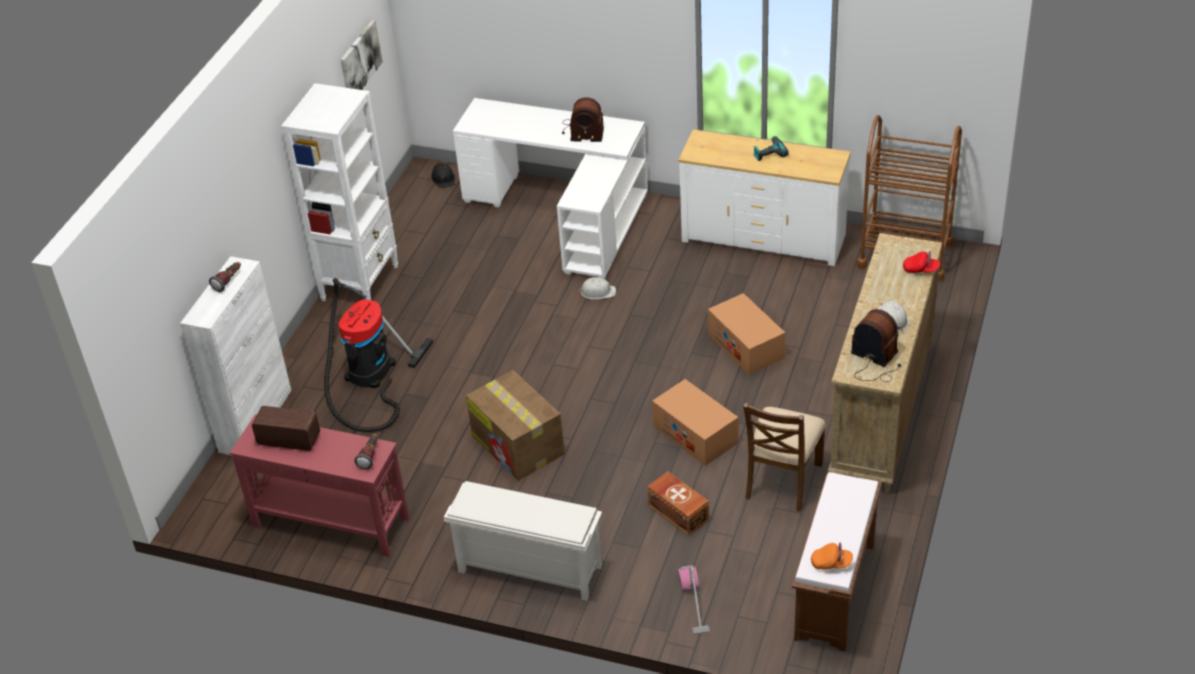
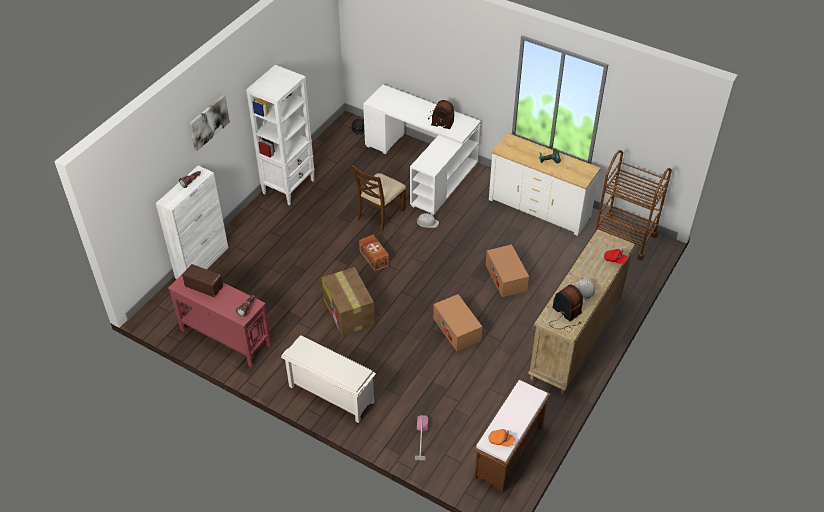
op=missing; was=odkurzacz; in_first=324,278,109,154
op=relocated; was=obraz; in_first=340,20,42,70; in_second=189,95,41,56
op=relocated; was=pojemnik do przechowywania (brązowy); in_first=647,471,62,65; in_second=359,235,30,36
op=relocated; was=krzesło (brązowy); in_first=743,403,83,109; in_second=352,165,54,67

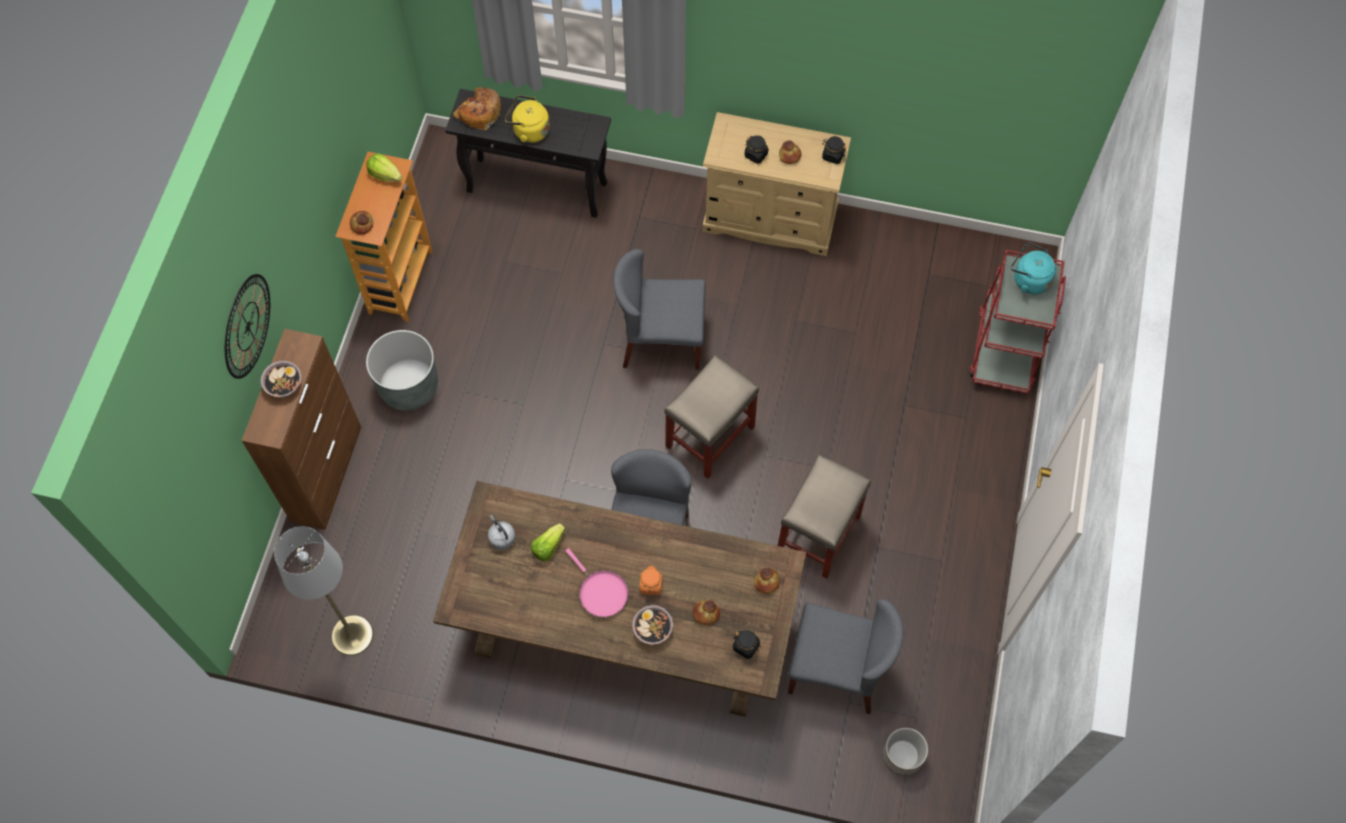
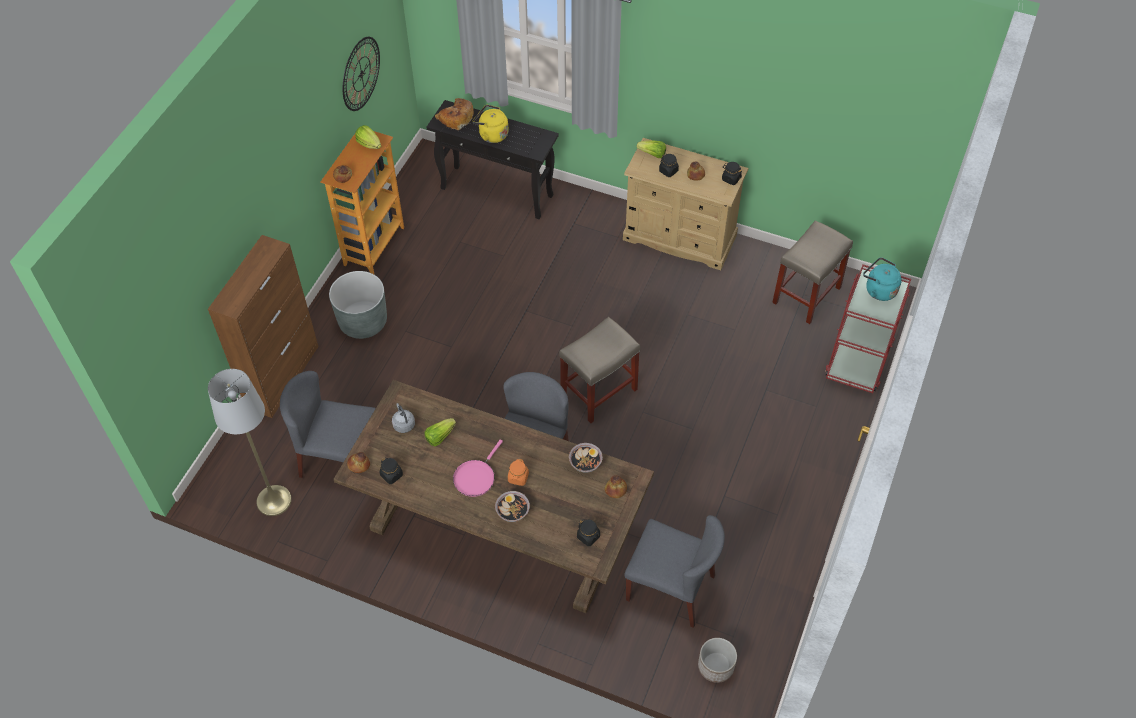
op=relocated; was=zegar ścienny; in_first=225,274,45,105; in_second=343,37,37,74
op=relocated; was=miska; in_first=261,361,40,36; in_second=569,443,34,30
op=spun; was=patelnia (różowy); in_first=566,548,63,69; in_second=453,440,50,57; clockwise=60
op=relocated; was=krzesło (szary); in_first=613,249,93,121; in_second=280,371,96,107
op=relocated; was=chleb; in_first=693,600,27,25; in_second=347,452,23,21
op=relocated; was=stołek (beżowy); in_first=777,455,94,124; in_second=772,220,81,104
op=appeared; now=słoik (czarny); in_second=380,457,23,27
op=appeared; now=sałata; in_second=636,140,30,18

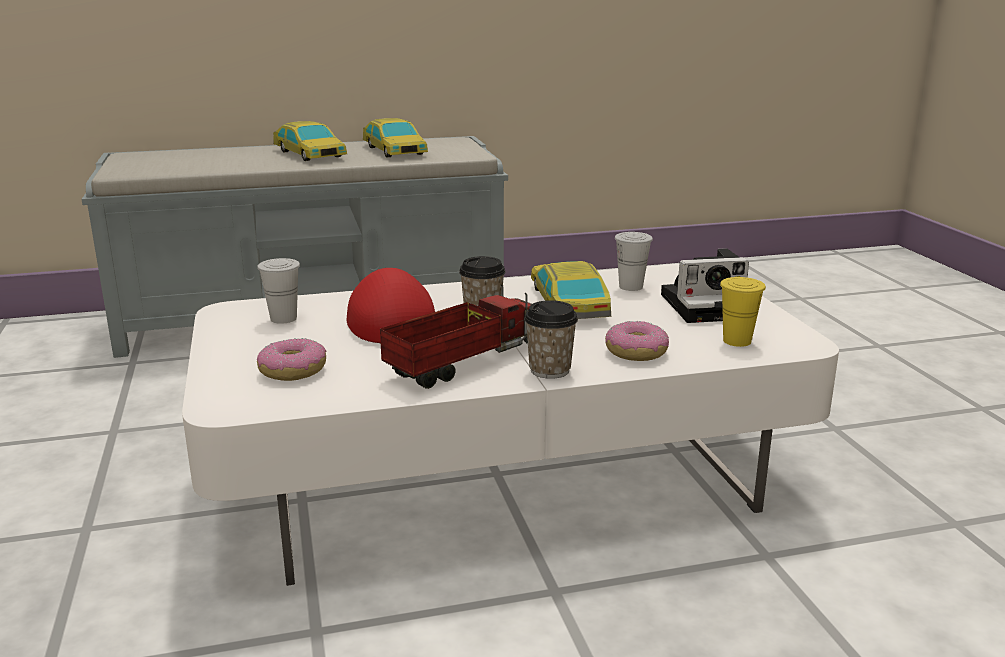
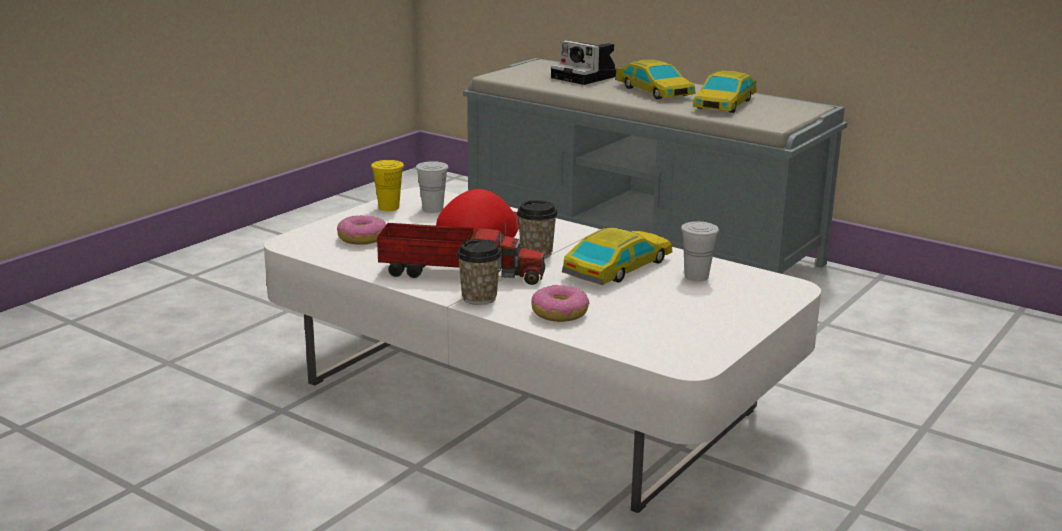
op=spun; was=samochodzik; in_first=273,121,74,40; in_second=615,60,81,39; clockwise=-45
op=relocated; was=aparat fotograficzny; in_first=661,248,88,75; in_second=551,40,65,45
op=relocated; was=filiżanka (żółty); in_first=720,277,46,70; in_second=371,160,33,51

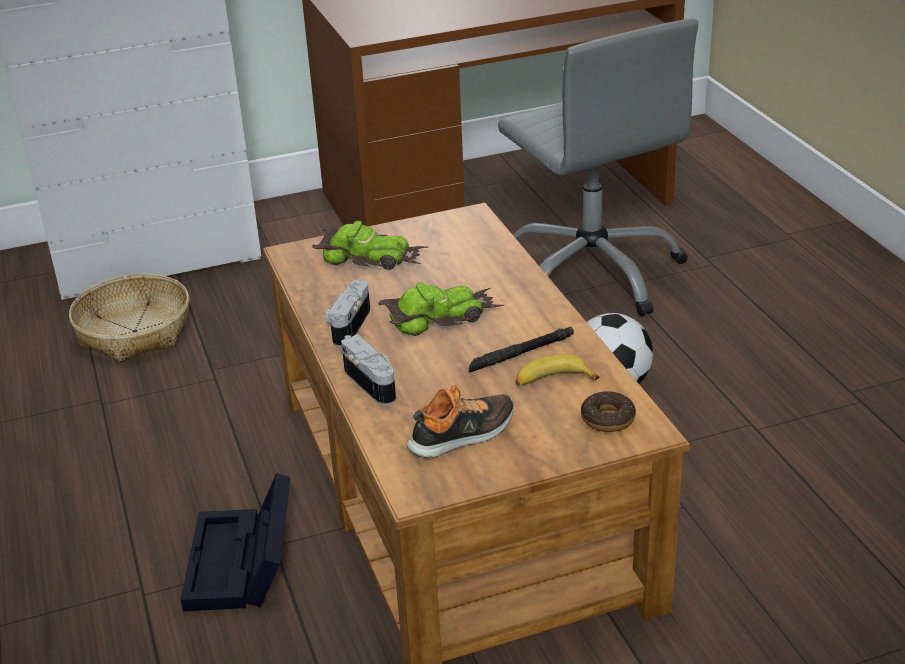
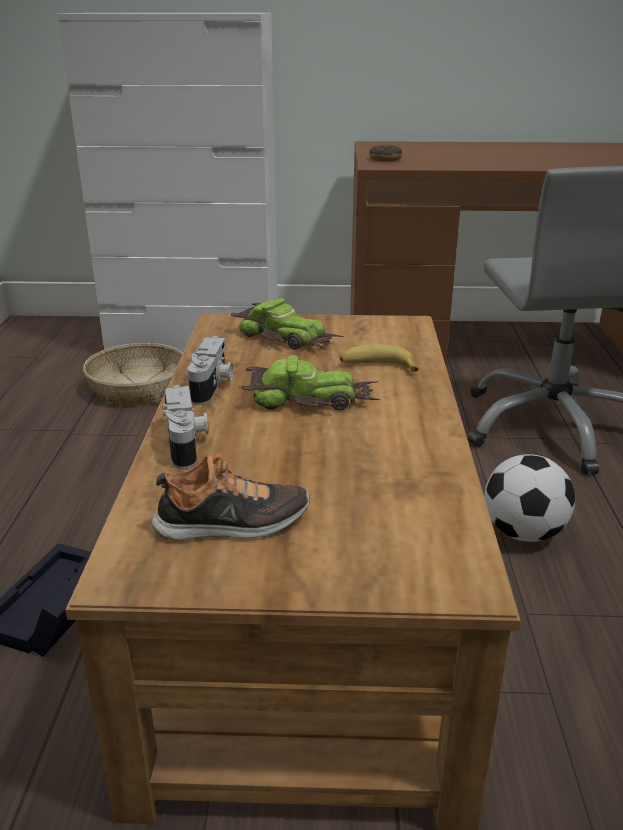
op=spun; was=aparat fotograficzny; in_first=326,279,44,68; in_second=188,336,45,69; clockwise=150
op=missing; was=latarka (czarny); in_first=469,327,105,46
op=relocated; was=banan; in_first=515,354,84,32; in_second=340,344,79,28
op=relocated; was=donut; in_first=581,391,55,41; in_second=369,145,33,16

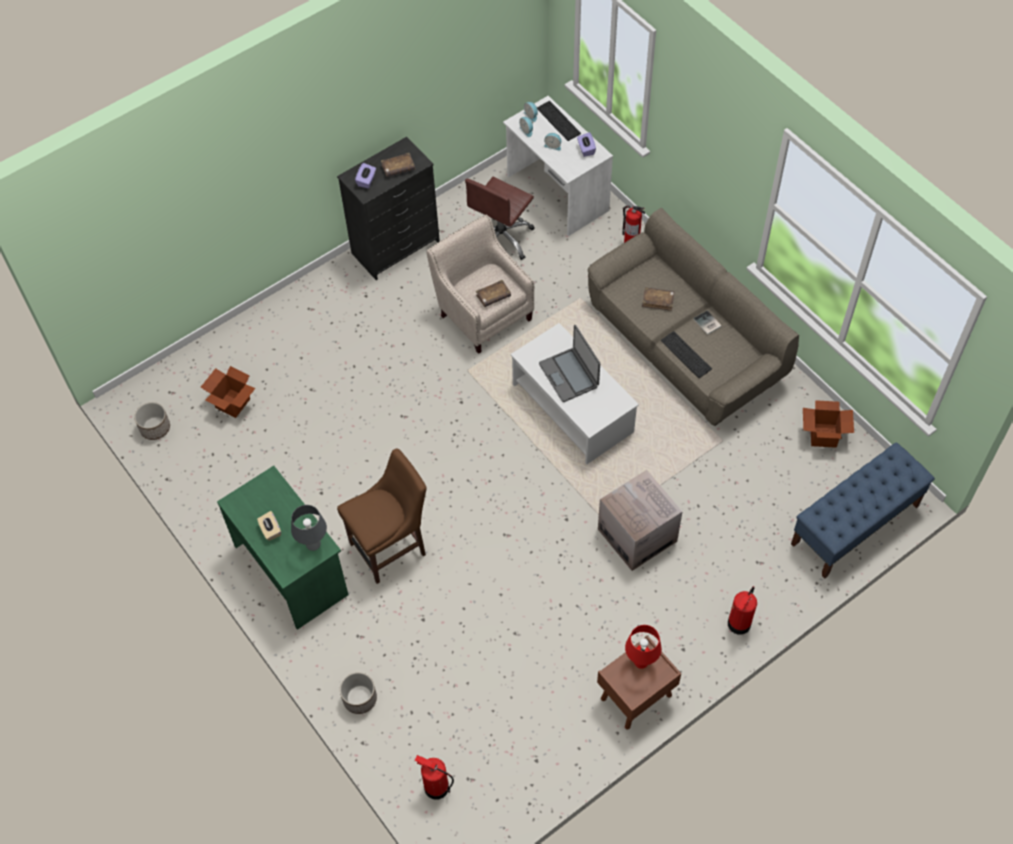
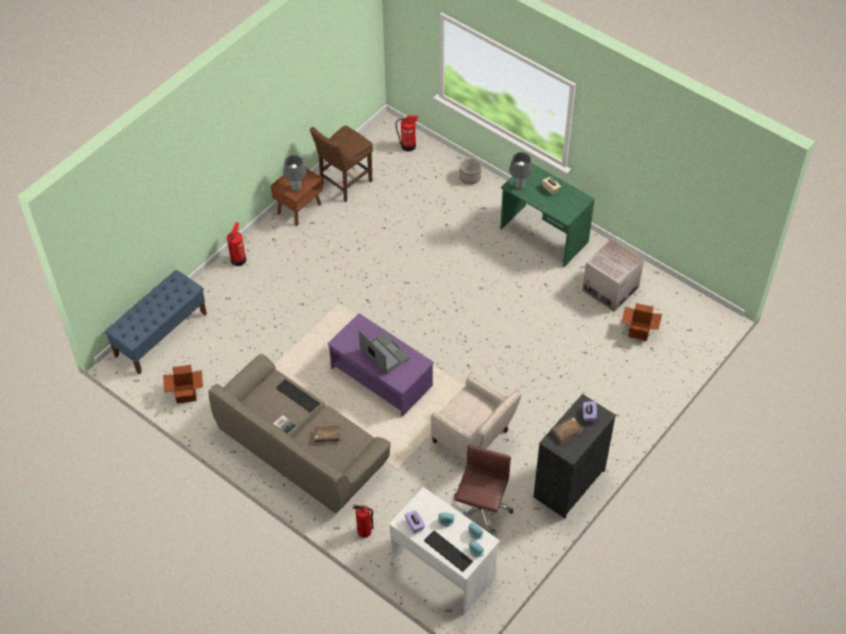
op=missing; was=donica; in_first=134,402,36,38
op=relocated; was=krzesło (brązowy); in_first=337,449,89,135; in_second=310,125,63,77
op=missing; was=książka (brązowy); in_first=476,280,35,27
op=colour; was=ława (biały); now=ława (fioletowy); in_first=511,323,128,141; in_second=327,313,107,104
op=relocated; was=karton; in_first=598,470,85,101; in_second=582,239,62,73
op=colour; was=lampa stołowa (czerwony); now=lampa stołowa (szary); in_first=625,625,37,44; in_second=283,155,23,36

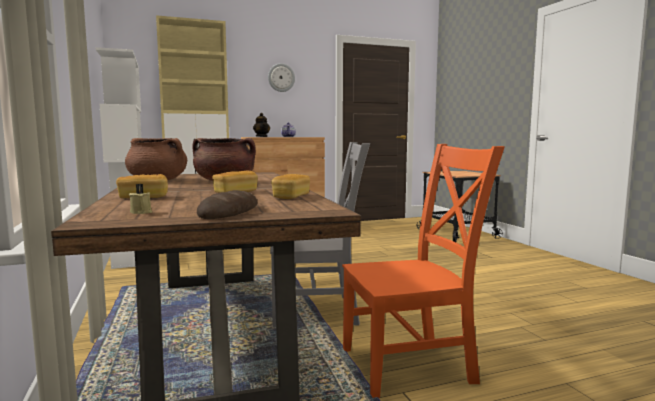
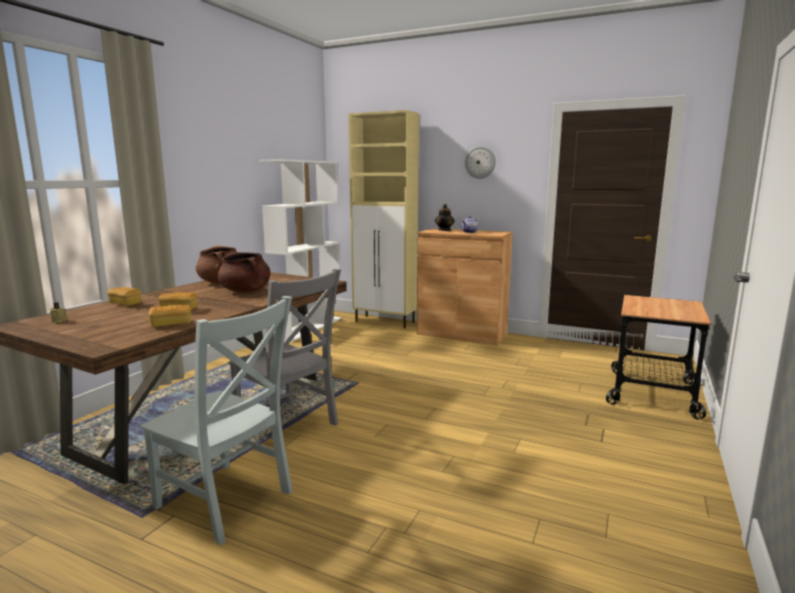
op=missing; was=chleb; in_first=197,190,60,29
op=colour; was=krzesło (pomarańczowy); now=krzesło (szary); in_first=342,144,163,254; in_second=140,296,152,249

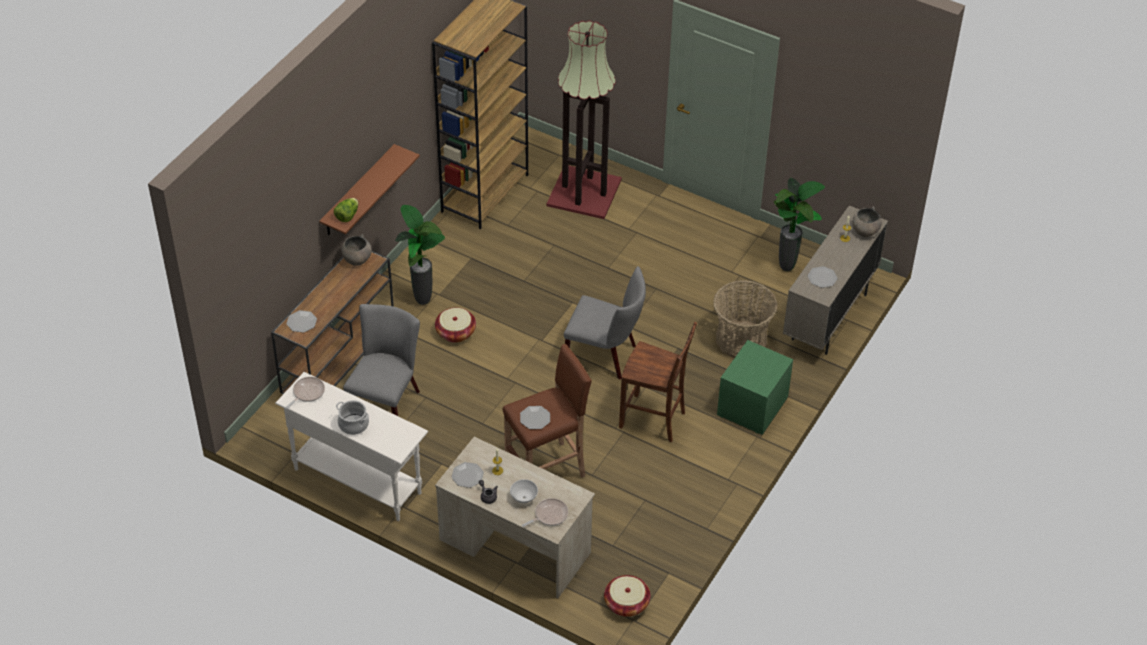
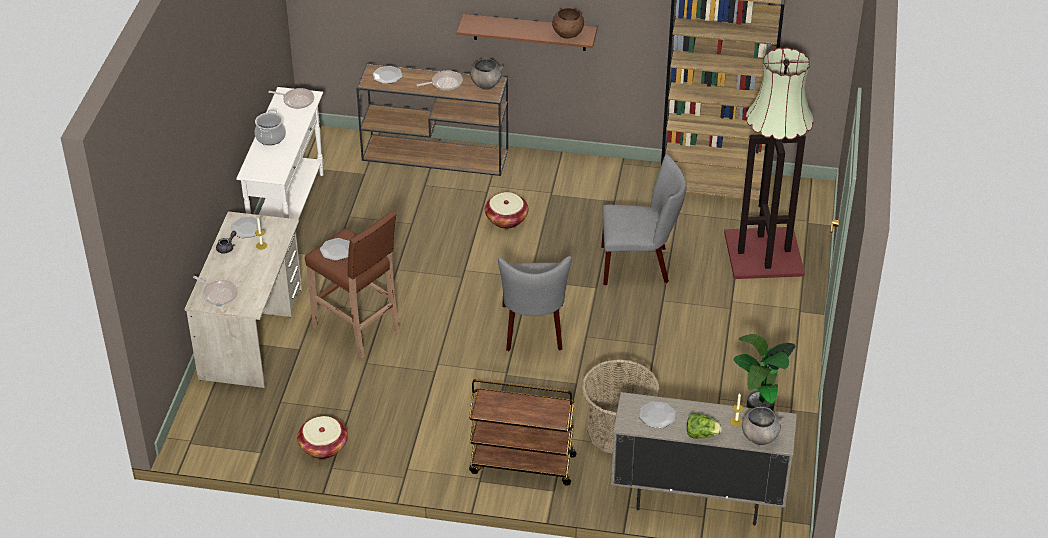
op=relocated; was=sałata; in_first=334,198,25,24; in_second=687,413,35,26
op=relocated; was=krzesło (szary); in_first=343,304,77,112; in_second=601,154,86,131
op=missing; was=roślina doniczkowa; in_first=395,205,50,100
op=missing; was=miska (biały); in_first=510,479,28,24
op=relocated; was=koszyk; in_first=604,575,47,42; in_second=297,416,51,43
op=missing; was=krzesło (brązowy); in_first=619,322,78,120
op=exchanged; was=szafka nocna (zielony); now=wózek (brązowy); in_first=717,340,76,95; in_second=469,379,107,107
op=appeared; now=patelnia; in_second=417,70,46,20
op=appeared; now=miska (brązowy); in_second=552,8,32,31

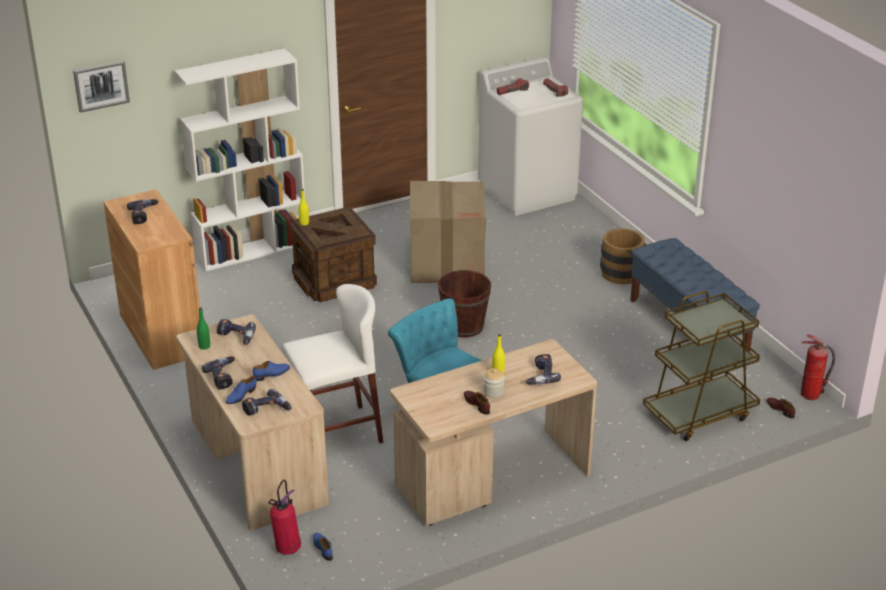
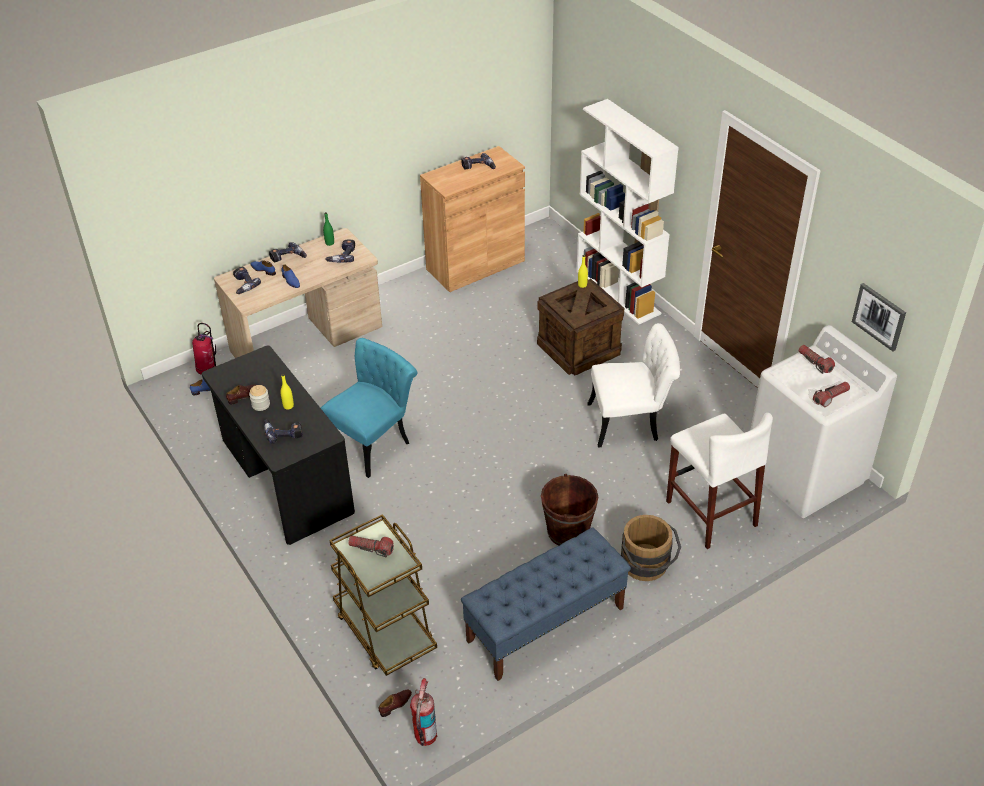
op=relocated; was=obraz; in_first=73,60,57,53; in_second=852,283,54,68
op=relocated; was=stołek (biały); in_first=282,284,101,159; in_second=666,412,107,137
op=colour; was=biurko (beżowy); now=biurko (czarny); in_first=390,339,207,187; in_second=202,345,153,200
op=exchanged; was=karton; now=krzesło (biały); in_first=410,181,76,102; in_second=587,323,93,125
op=relocated; was=wiadro (brązowy); in_first=438,270,53,67; in_second=541,474,57,72
op=appeared; now=latarka; in_second=348,535,46,22

